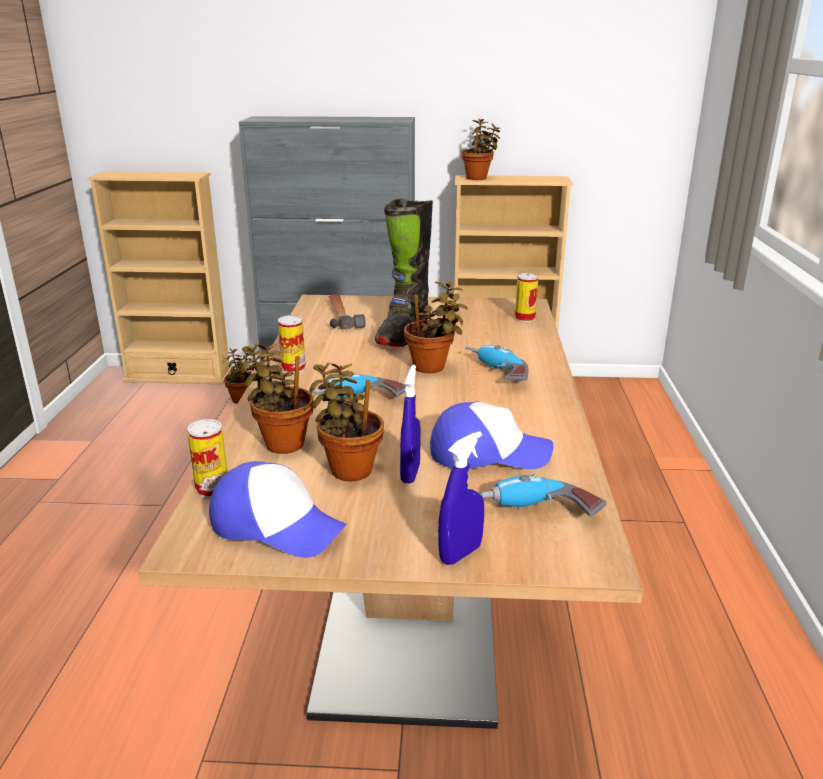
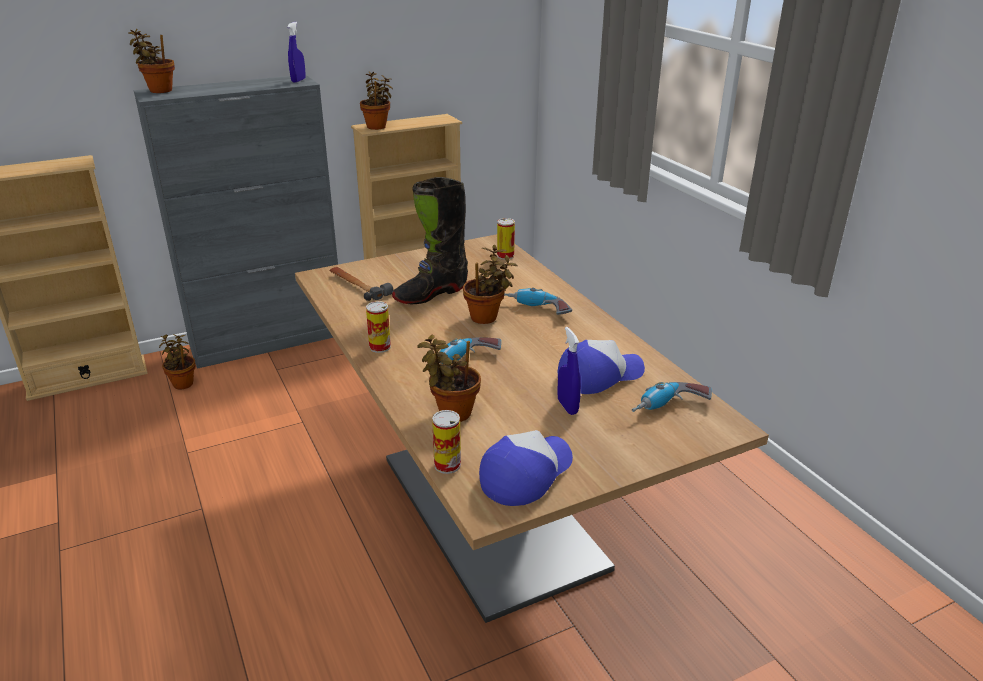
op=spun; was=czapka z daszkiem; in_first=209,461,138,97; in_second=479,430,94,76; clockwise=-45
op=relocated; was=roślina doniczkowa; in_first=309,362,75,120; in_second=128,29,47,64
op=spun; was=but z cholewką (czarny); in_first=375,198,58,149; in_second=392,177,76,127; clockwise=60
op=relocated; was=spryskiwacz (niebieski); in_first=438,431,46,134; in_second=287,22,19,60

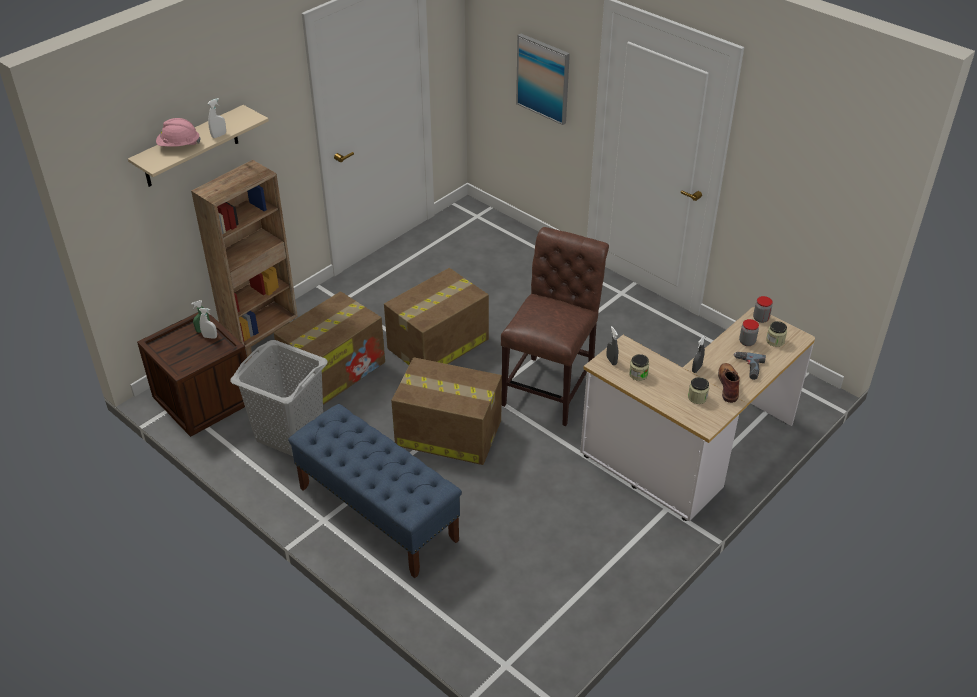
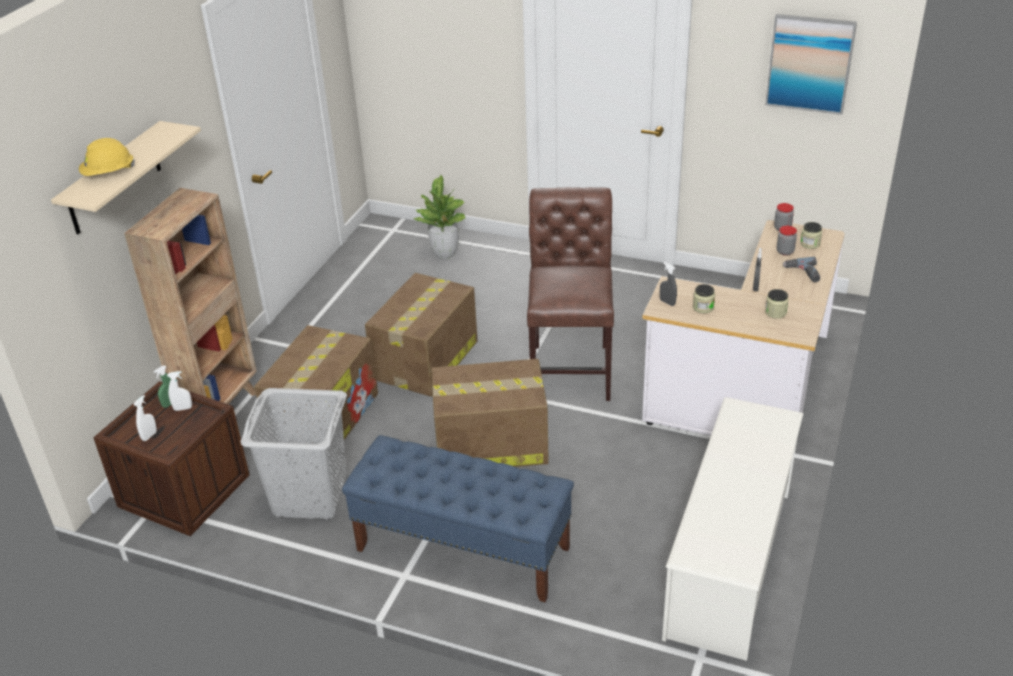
op=colour; was=kask (różowy); now=kask (żółty); in_first=156,118,45,28; in_second=79,138,56,38
op=relocated; was=spryskiwacz (biały); in_first=208,98,18,40; in_second=133,395,24,46
op=relocated; was=obraz; in_first=516,34,54,91; in_second=765,14,92,101
op=missing; was=but z cholewką (brązowy); in_first=718,363,22,40
op=appeared; now=roślina doniczkowa; in_second=413,174,53,85
op=appeared; now=regał na buty (biały); in_second=662,397,142,264

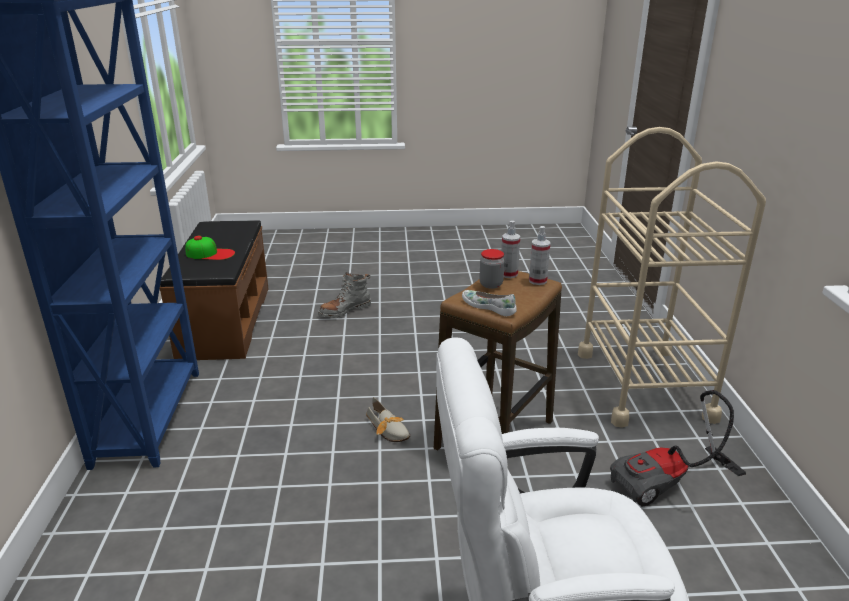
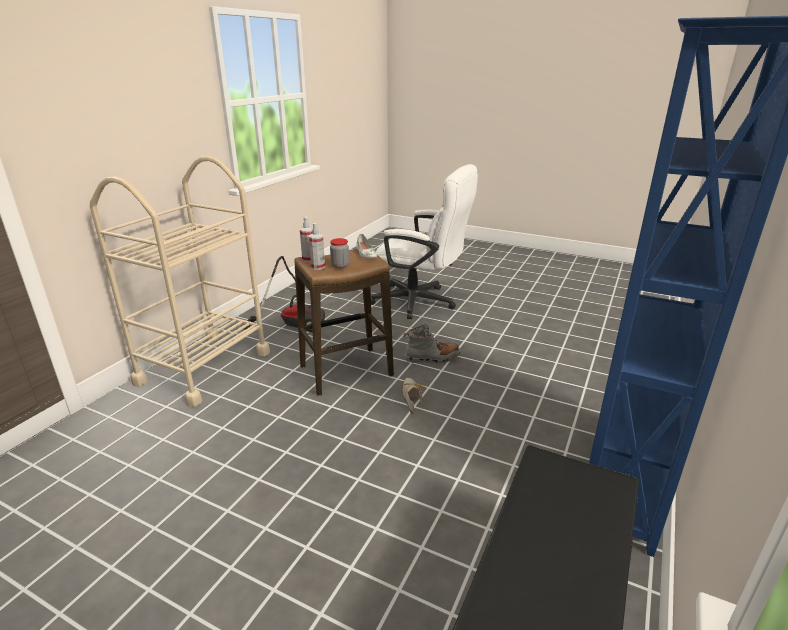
op=missing; was=czapka z daszkiem; in_first=185,236,50,24
op=relocated; was=but z cholewką (szary); in_first=318,272,53,46; in_second=403,324,57,39

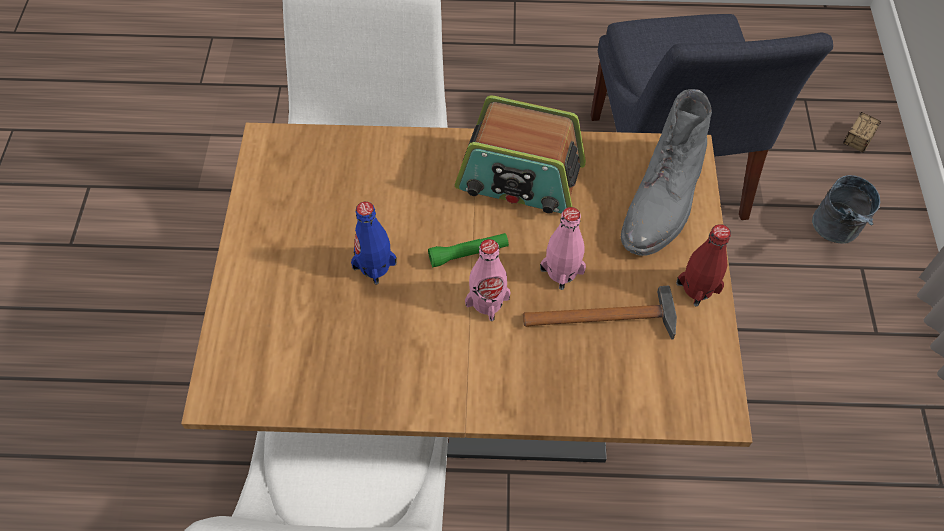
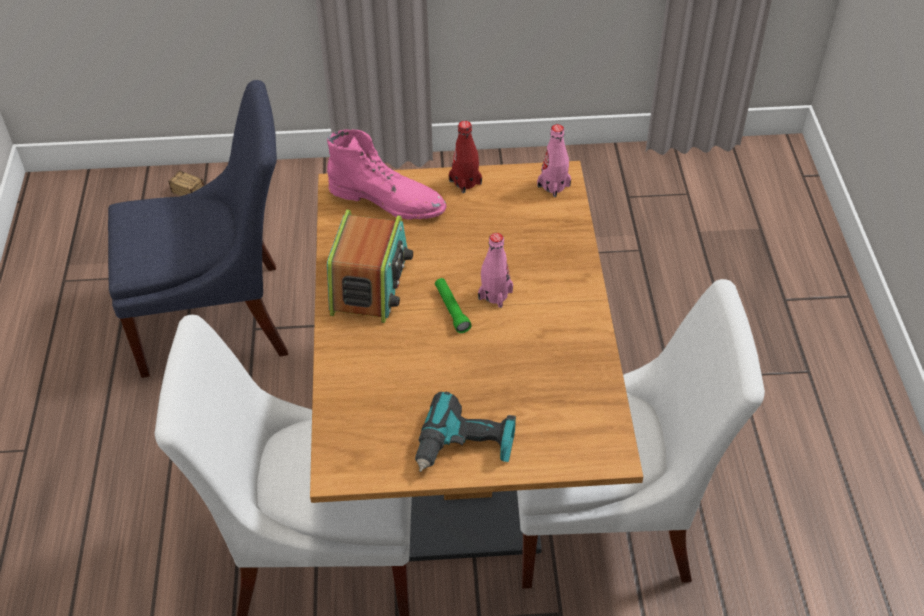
op=missing; was=butelka (niebieski); in_first=351,202,46,83
op=missing; was=młotek; in_first=523,286,154,54
op=relocated; was=butelka (różowy); in_first=540,207,46,83; in_second=537,124,34,73
op=colour; was=but z cholewką (szary); now=but z cholewką (różowy); in_first=620,89,92,167; in_second=327,129,120,91
op=missing; was=wiadro (szary); in_first=812,175,69,69
op=appeared; now=wiertarka; in_second=415,392,101,80

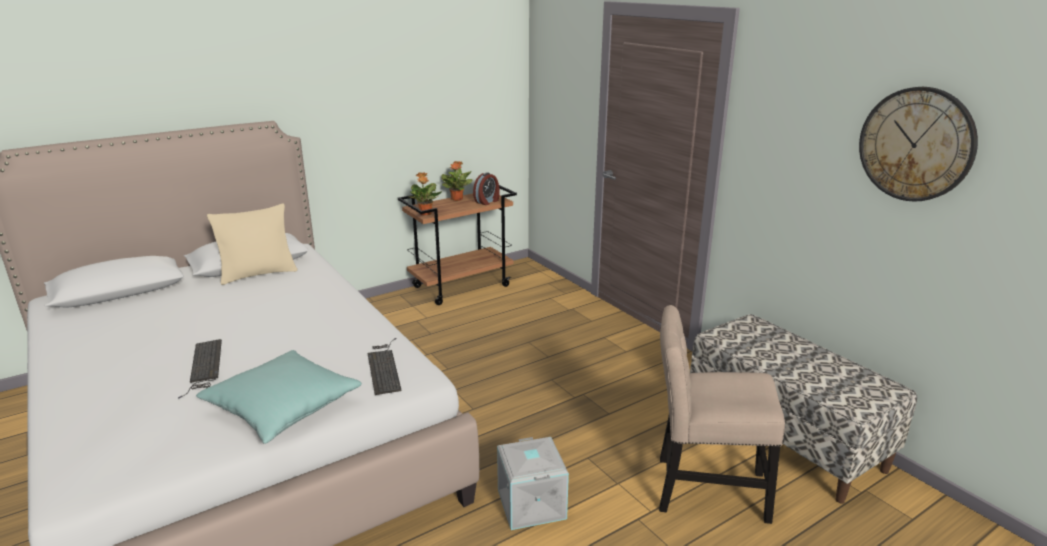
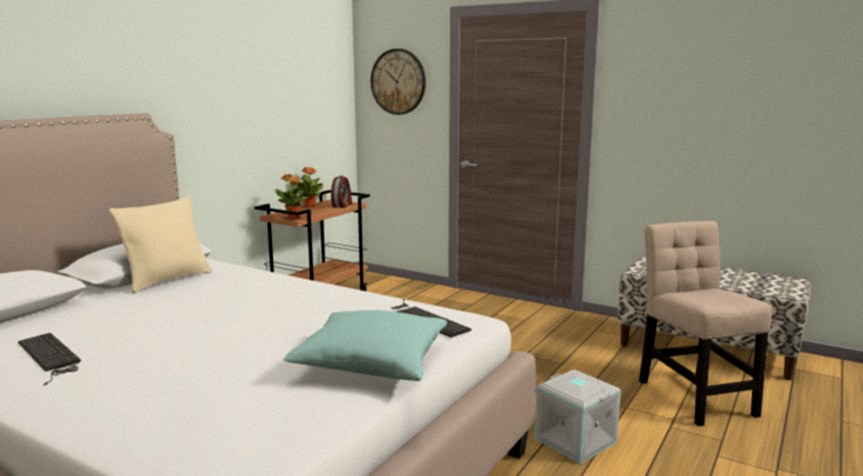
op=relocated; was=klawiatura; in_first=178,339,44,60; in_second=18,333,63,52
op=spun; was=krzesło (beżowy); in_first=659,305,126,219; in_second=639,221,133,205; clockwise=90
op=relocated; was=zegar ścienny; in_first=859,87,119,114; in_second=371,49,55,66

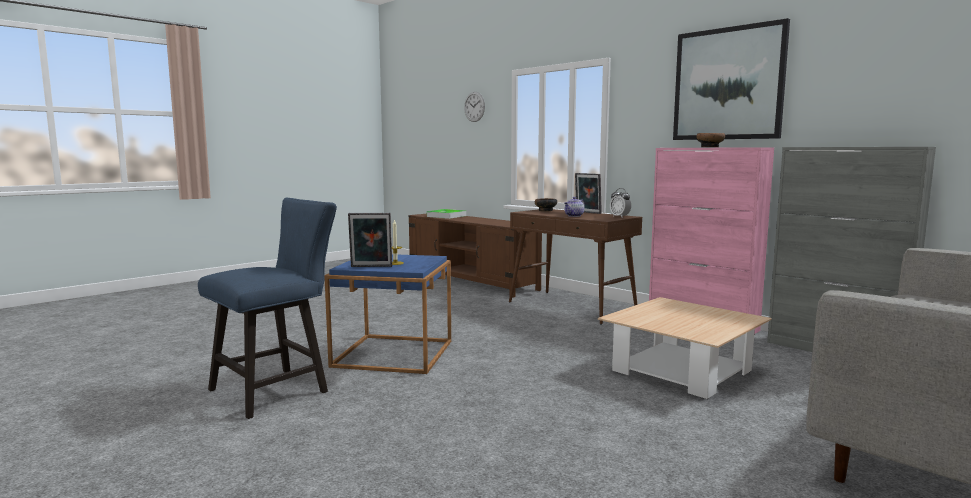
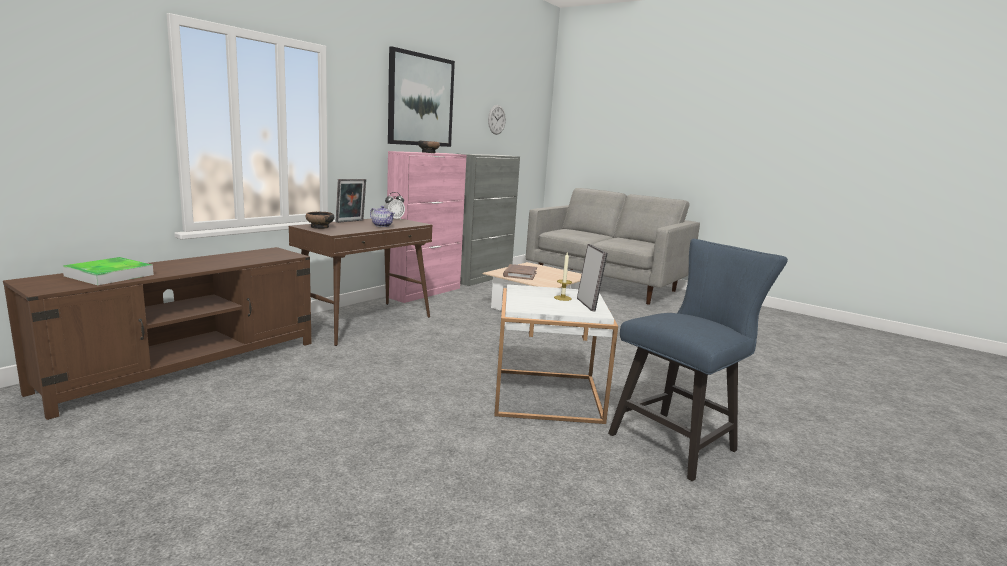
op=spun; was=krzesło (niebieski); in_first=198,198,139,221; in_second=608,239,180,242; clockwise=105
op=colour; was=stolik (niebieski); now=stolik (biały); in_first=325,254,126,120; in_second=494,284,124,140
op=relocated; was=zegar ścienny; in_first=464,92,21,30; in_second=488,105,18,30
op=appeared; now=książka (brązowy); in_second=503,264,34,16

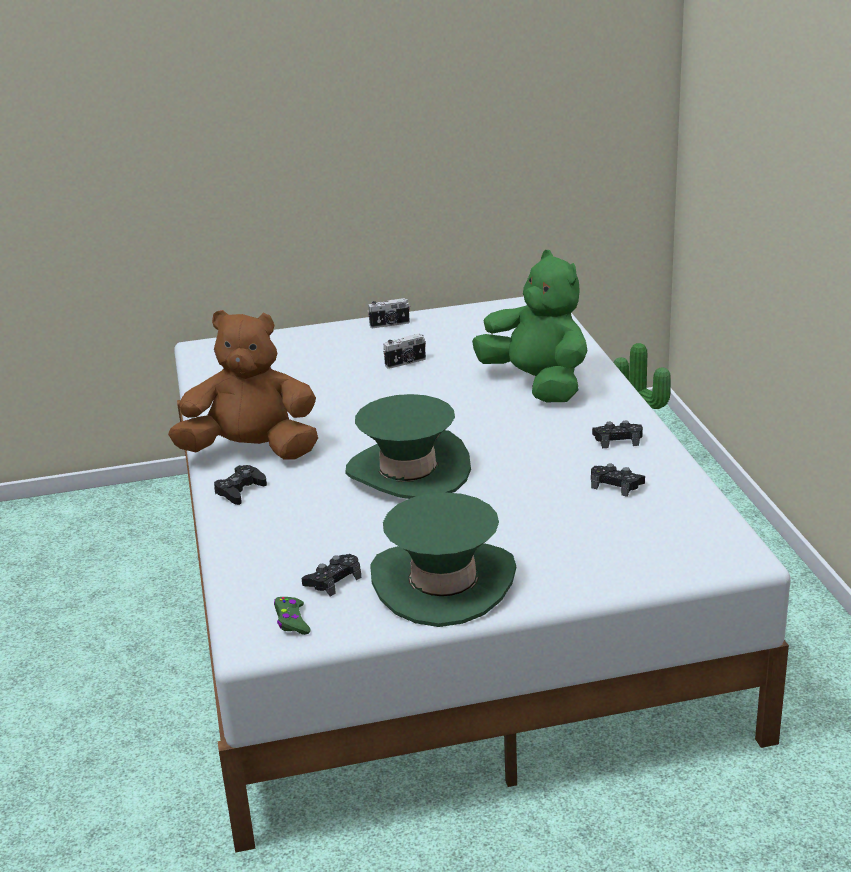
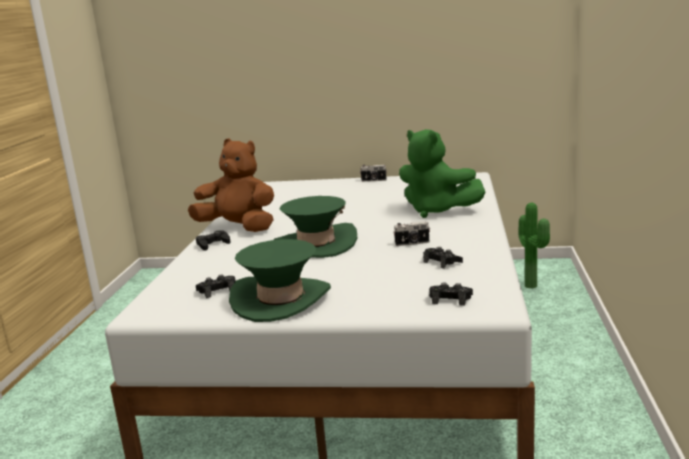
op=missing; was=pad do gier (zielony); in_first=274,597,36,38
op=relocated; was=aparat fotograficzny; in_first=383,334,43,35; in_second=393,221,37,25
op=spun; was=pluszak (zielony); in_first=472,250,116,152; in_second=399,129,86,89; clockwise=150
op=relocated; was=pad do gier (czarny); in_first=592,420,51,28; in_second=429,282,44,24

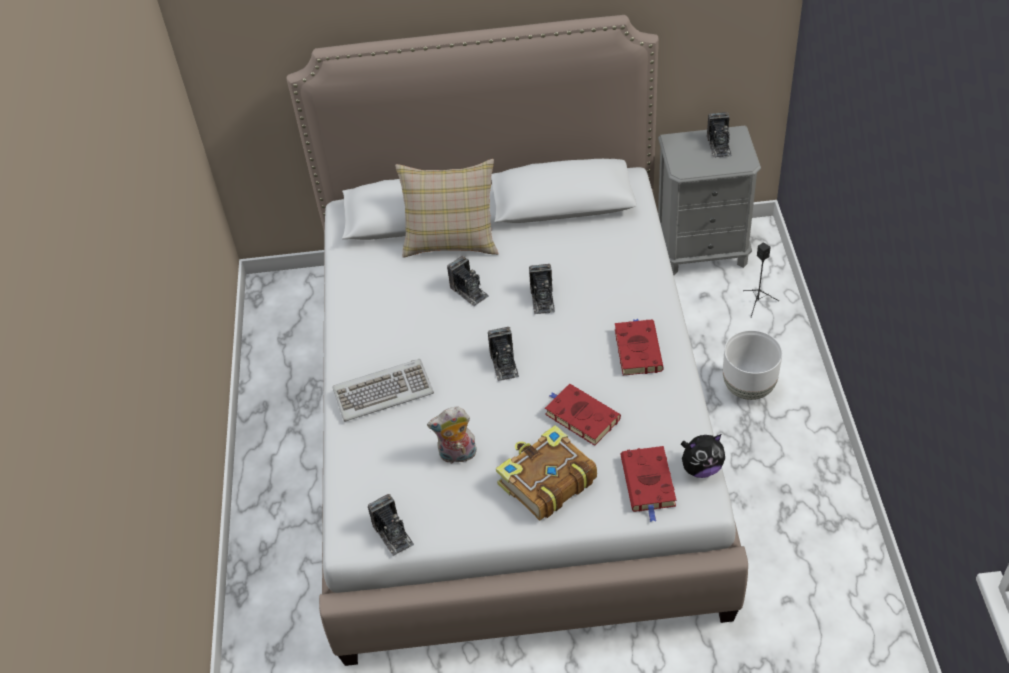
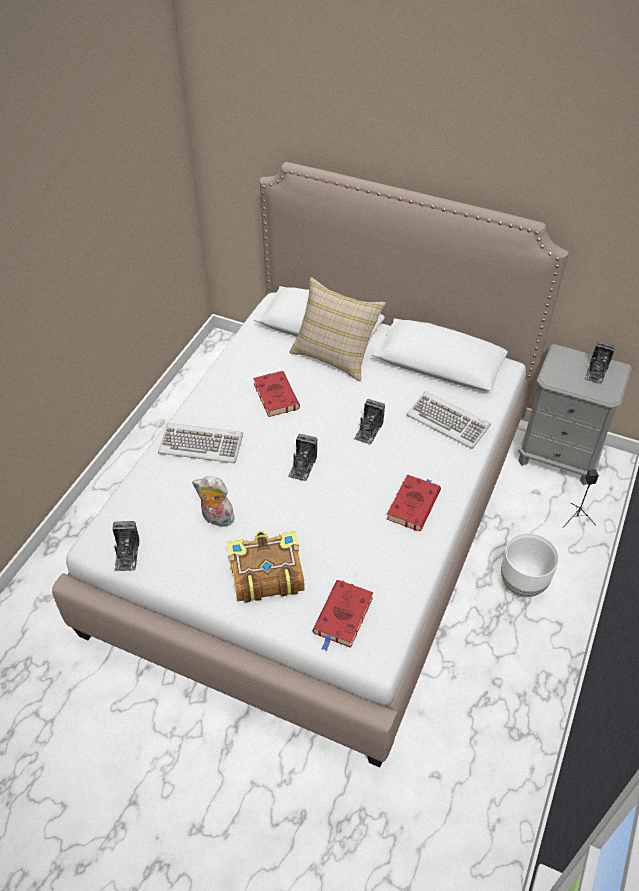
op=missing; was=aparat fotograficzny; in_first=447,256,42,51
op=relocated; was=książka (czerwony); in_first=545,384,76,62; in_second=253,371,47,46
op=missing; was=pluszak; in_first=681,434,44,44
op=appeared; now=klawiatura; in_second=406,391,85,58

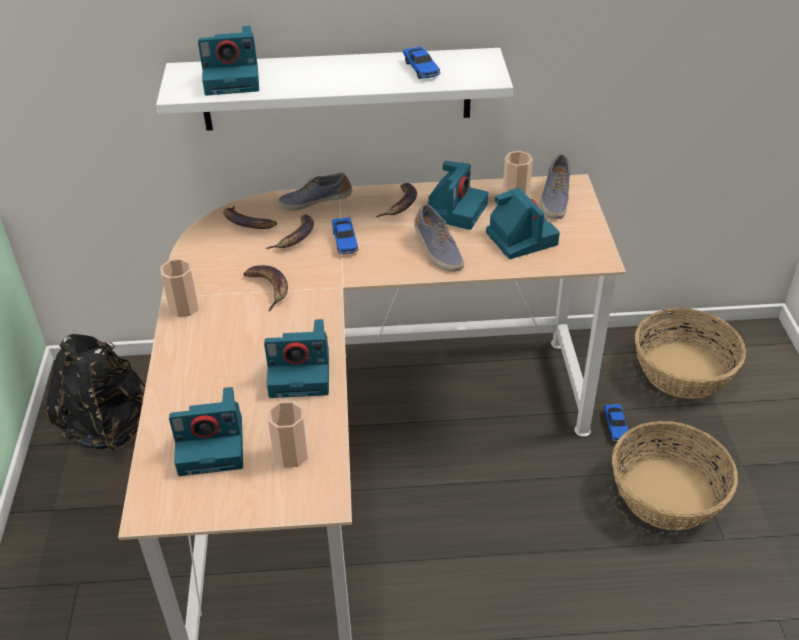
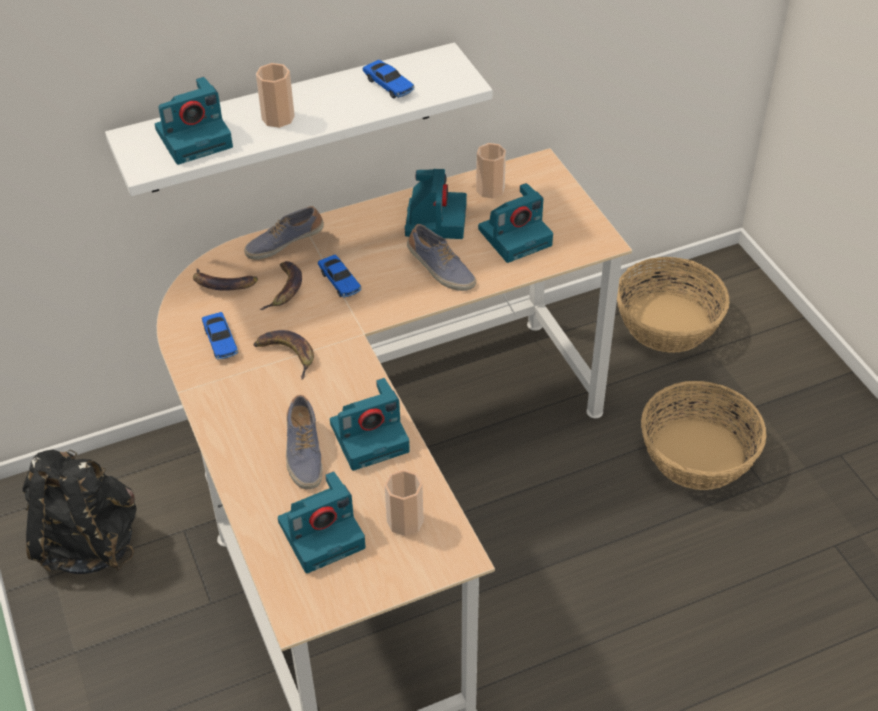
op=relocated; was=filiżanka; in_first=161,259,38,58; in_second=256,63,39,65
op=missing; was=banan; in_first=375,183,42,34
op=spun; was=aparat fotograficzny; in_first=486,188,74,71; in_second=478,183,75,80; clockwise=105
op=relocated; was=but; in_first=540,154,31,65; in_second=286,395,37,94
op=relocated; was=samochodzik; in_first=604,404,25,38; in_second=202,312,37,48

